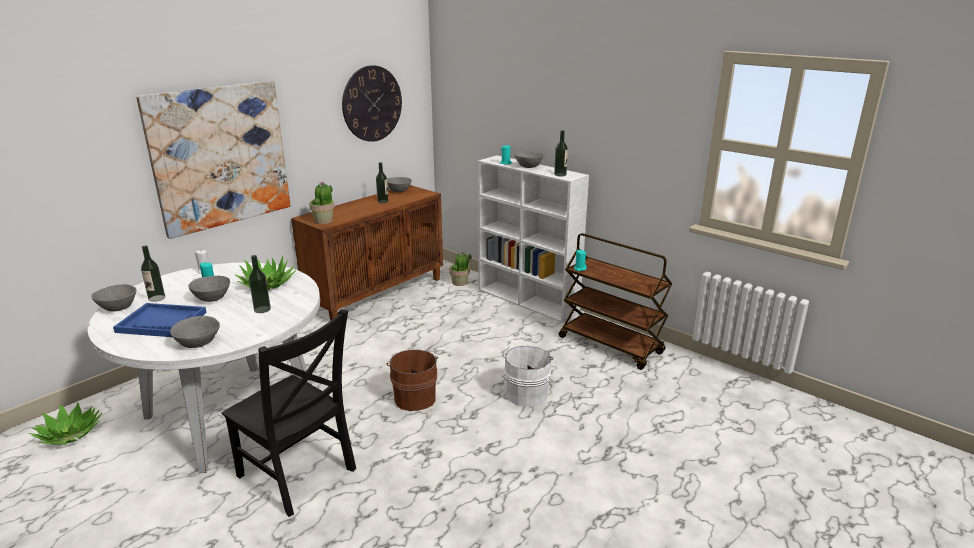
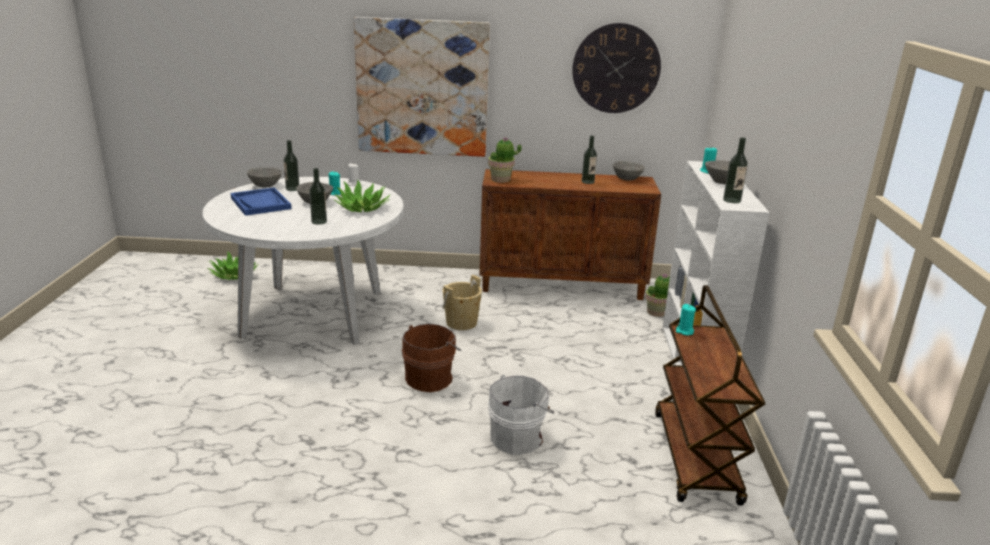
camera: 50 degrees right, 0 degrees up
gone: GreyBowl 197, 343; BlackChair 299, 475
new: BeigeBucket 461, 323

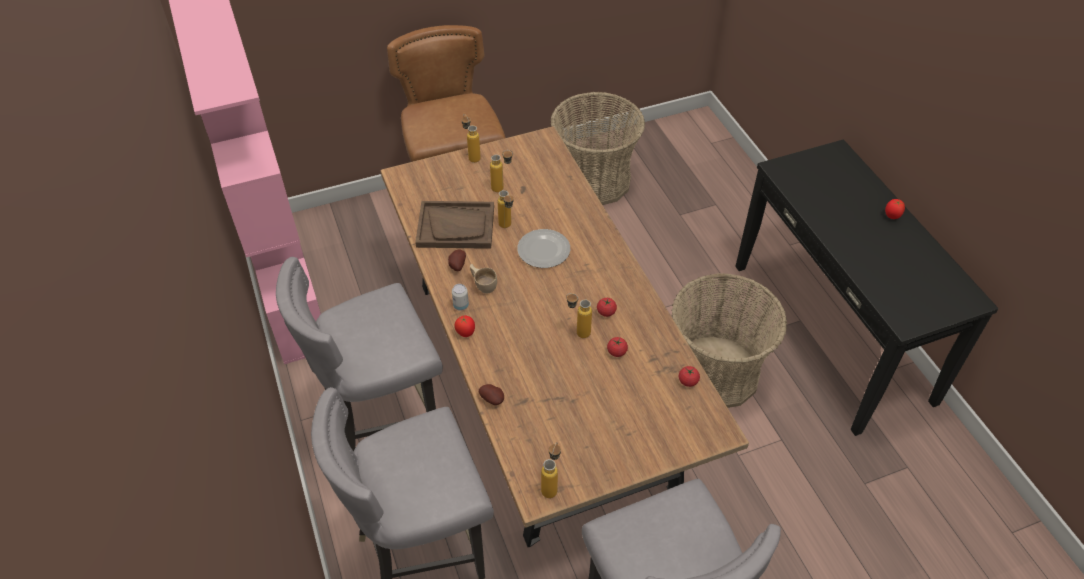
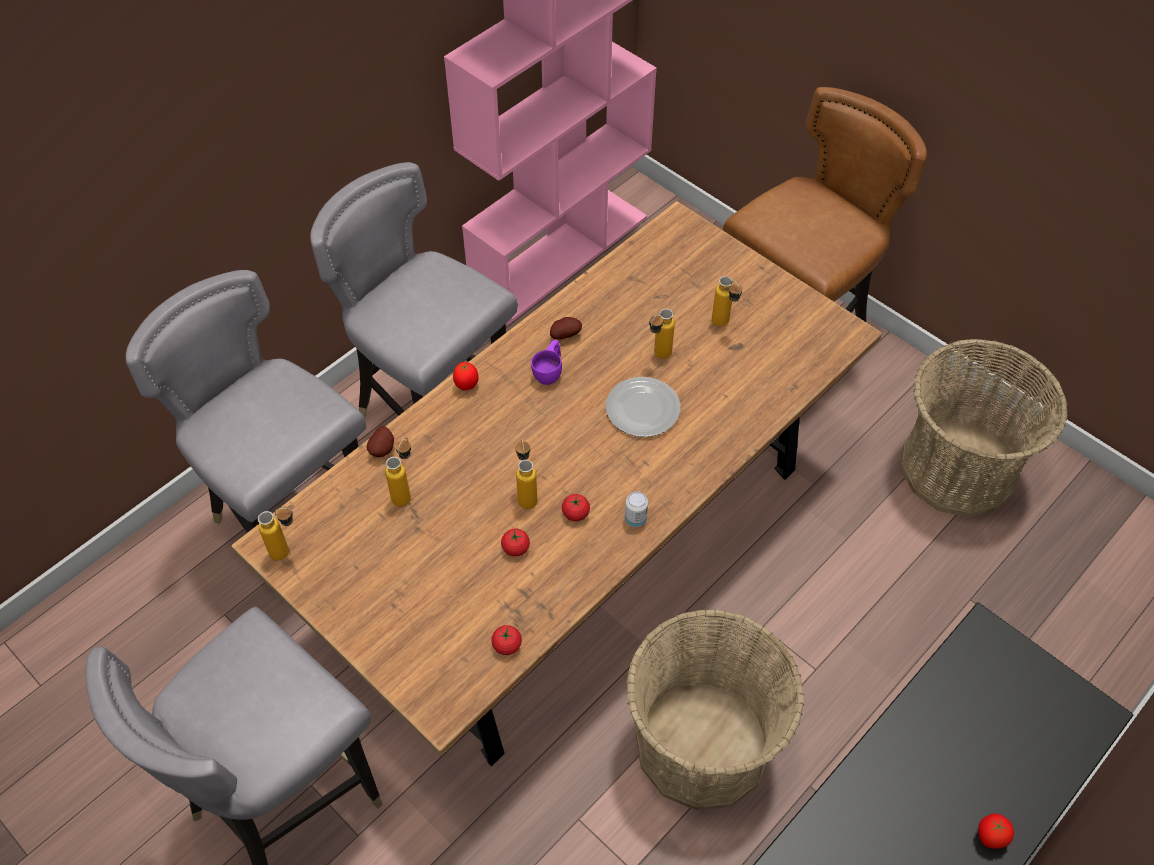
camera: 65 degrees right, 5 degrees up
gone: BrownTray 456, 226
shifted: Bottle 471, 156 to 405, 493; Can 461, 306 to 635, 519
repainted: BeigeCup 483, 284 to PurpleCup 550, 371

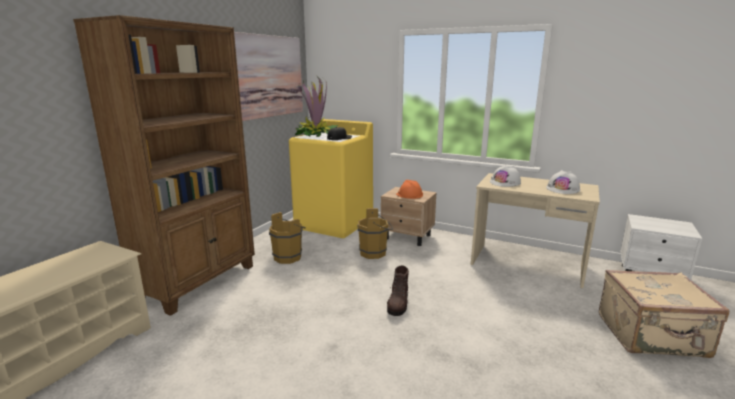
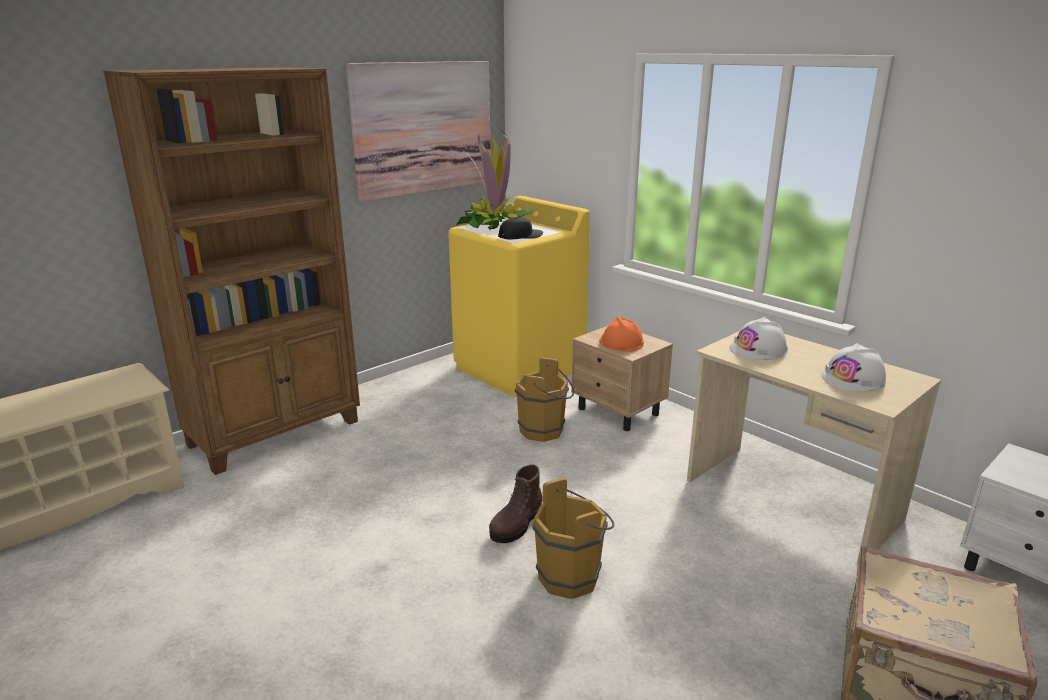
camera: 20 degrees right, 5 degrees up
shifted: BrownBucket 289, 257 to 573, 576

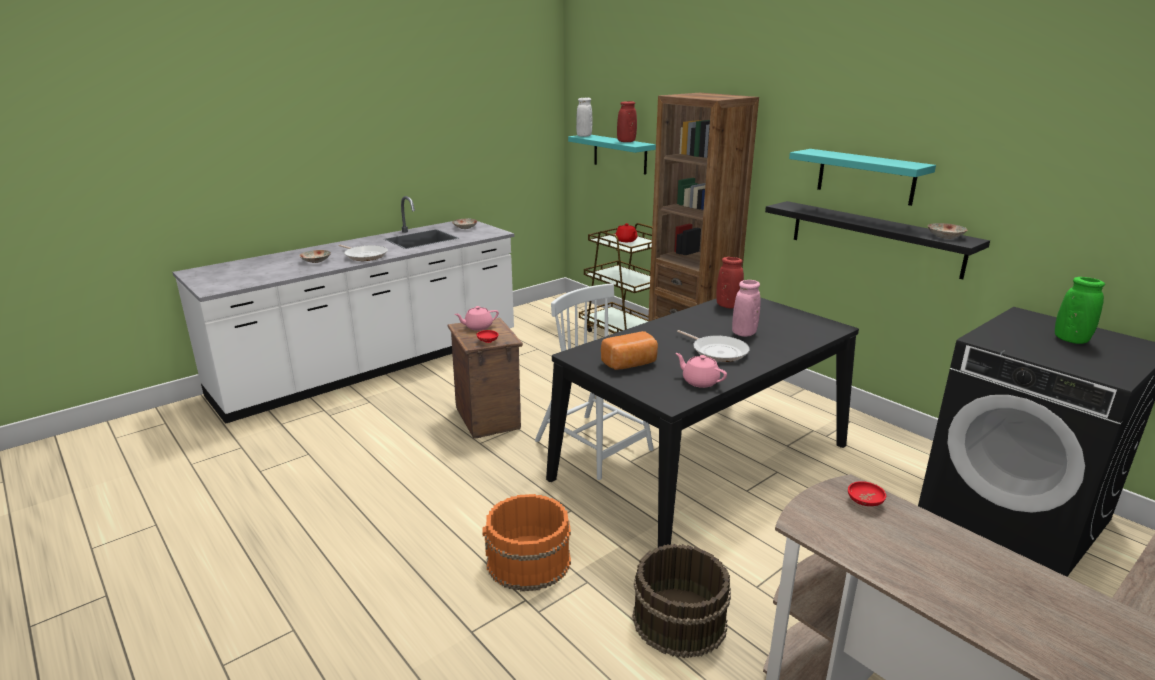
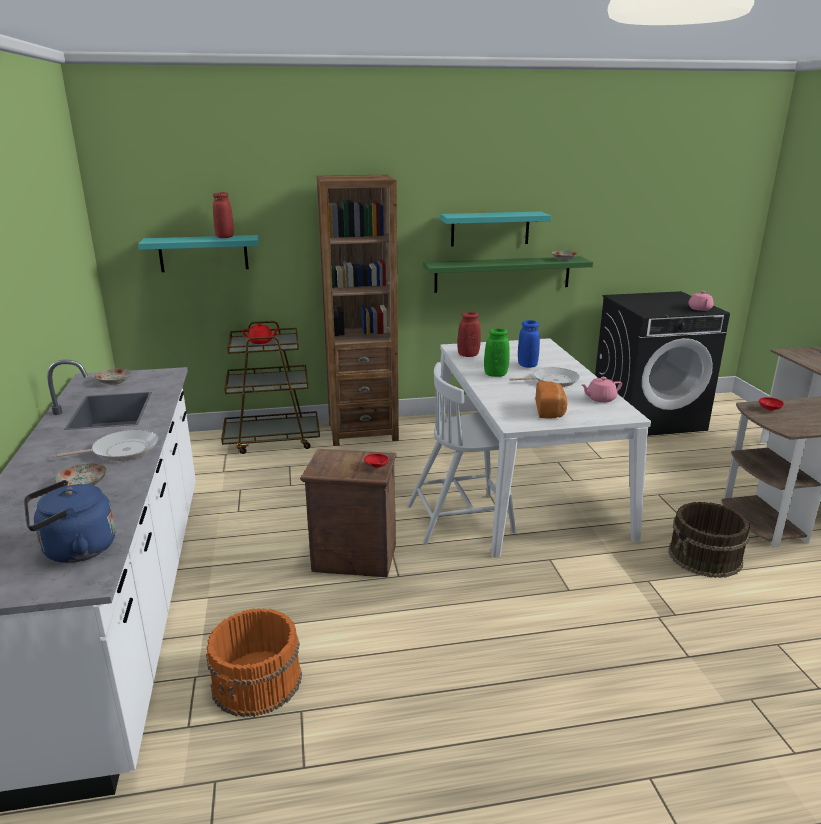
camera: 60 degrees left, 0 degrees up
gone: WhiteVase 584, 136
new: BlueKettle 75, 550
shifted: OrangeBucket 528, 562 to 257, 682; GreenVase 1071, 340 to 495, 375; PinkTeapot 478, 327 to 700, 309
repainted: BlackShelf 874, 238 to GreenShelf 502, 274; BlackDiningTable 702, 461 to WhiteDiningTable 523, 482; PinkVase 744, 333 to BlueVase 527, 365

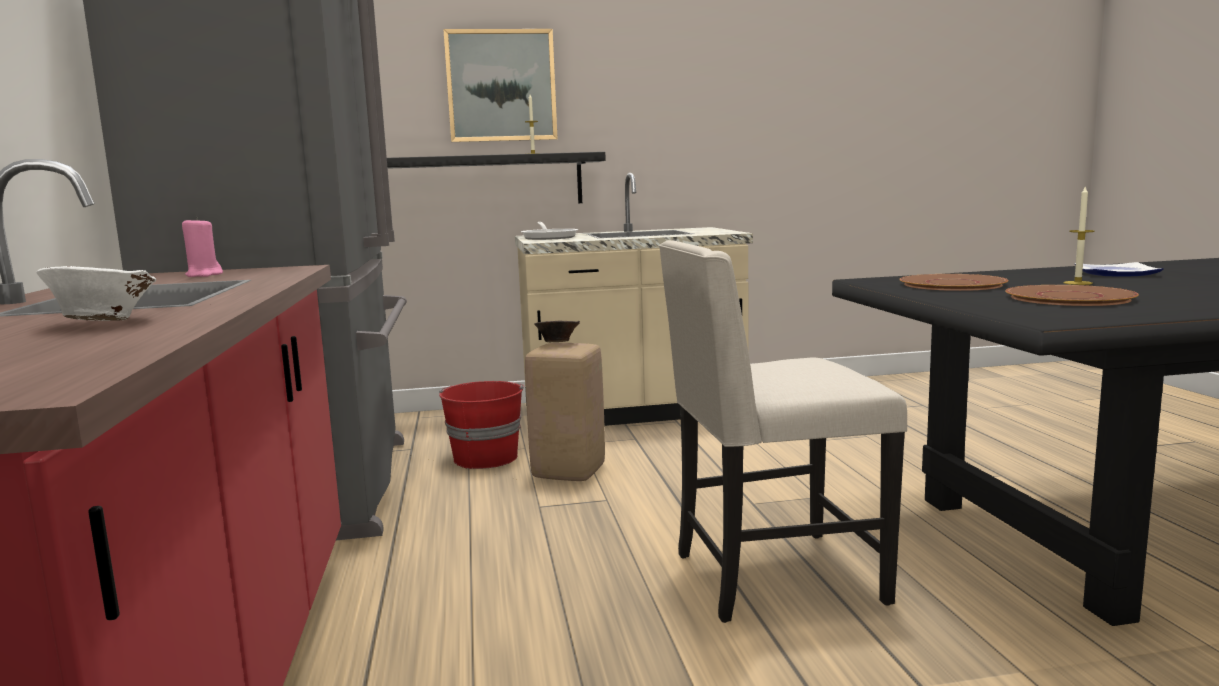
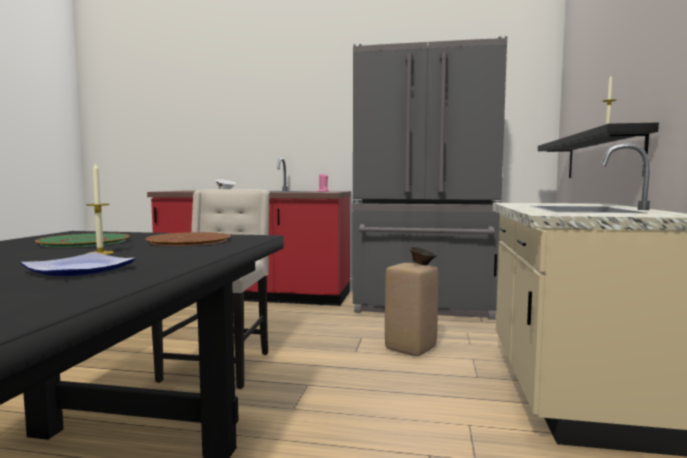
camera: 110 degrees right, 5 degrees down
gone: RedBucket 485, 457; Picture 501, 86; FryingPan 549, 237
repainted: BrownPlate 1070, 298 to GreenPlate 83, 242

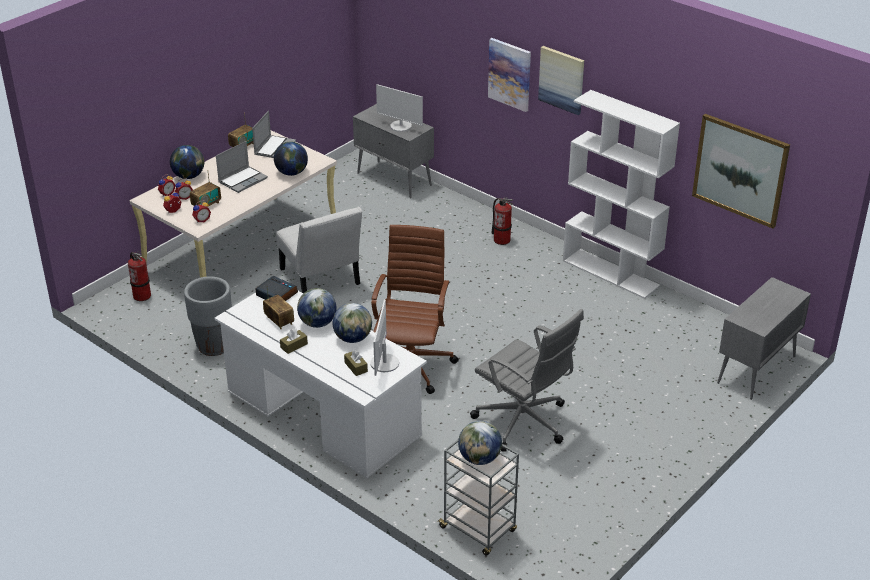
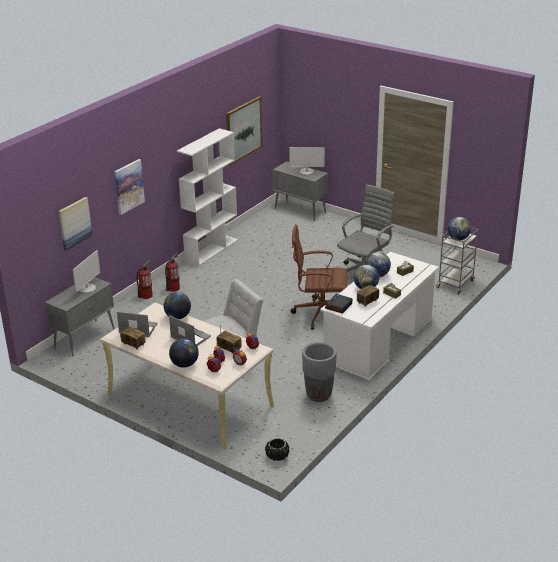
camera: 95 degrees left, 5 degrees down
new: BlackPlanter 277, 456
shifted: Picture 562, 79 to 74, 223; FireExtinguisher 142, 295 to 146, 296; Monitor 384, 363 to 306, 172

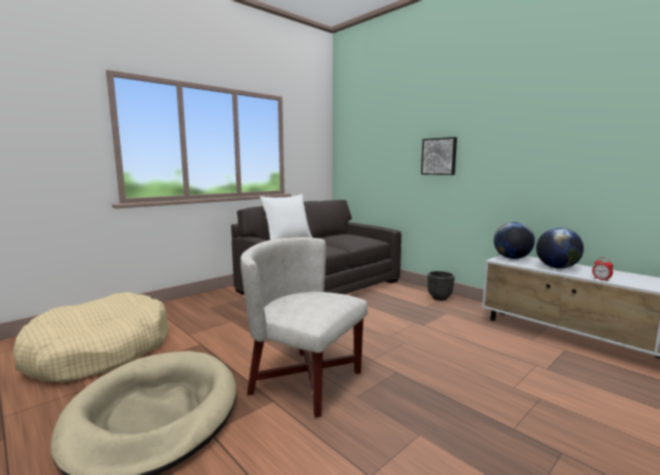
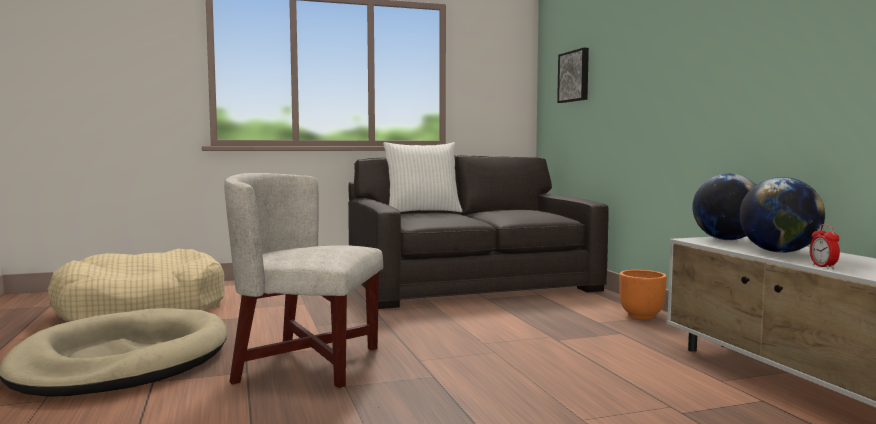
camera: 25 degrees right, 5 degrees down
shifted: Picture 439, 156 to 575, 76
repainted: BlackPlanter 439, 298 to OrangePlanter 642, 316
rotated: WhiteArmchair 306, 381 = 307, 364 45 degrees counterclockwise

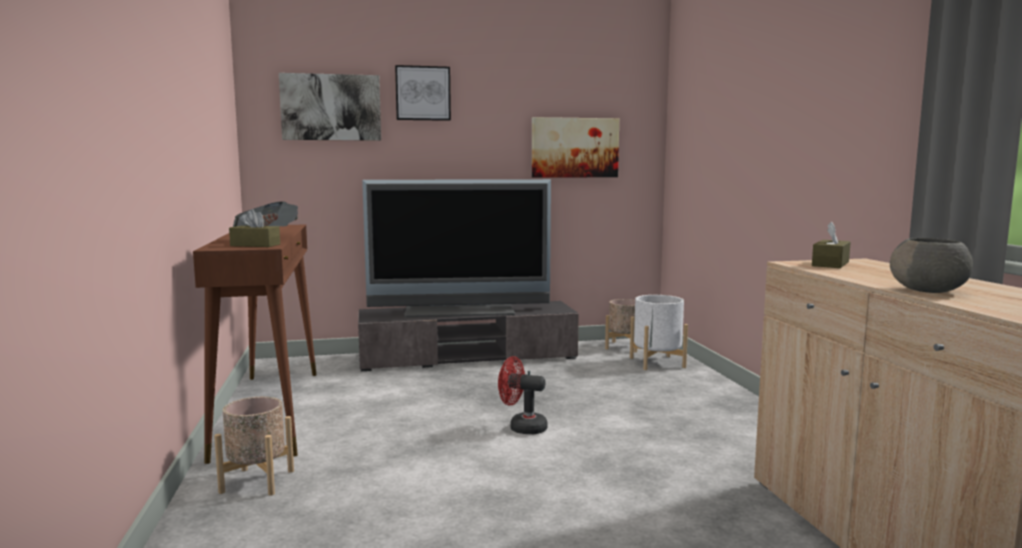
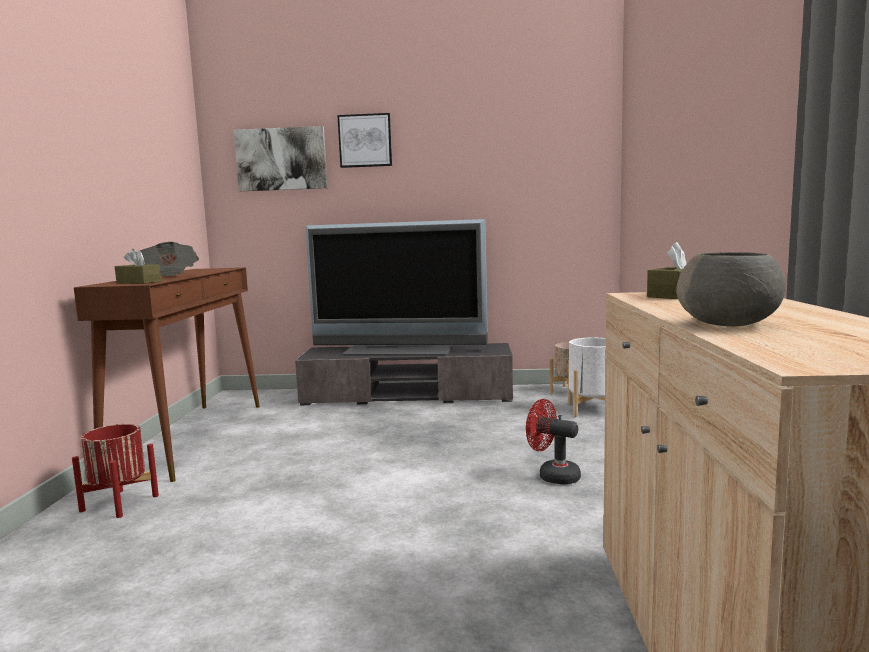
camera: 15 degrees right, 0 degrees up
gone: Picture 574, 147
shifted: RedFan 522, 427 to 552, 475
repainted: BeigePlanter 257, 481 to RedPlanter 119, 503

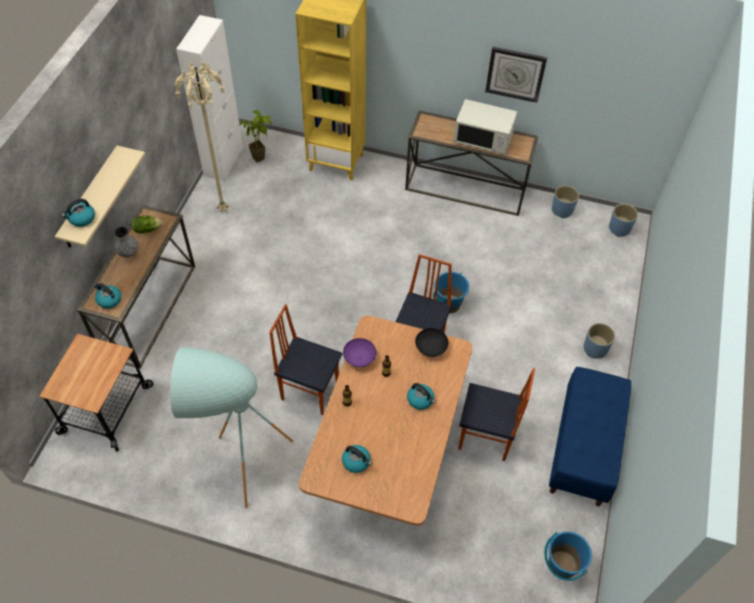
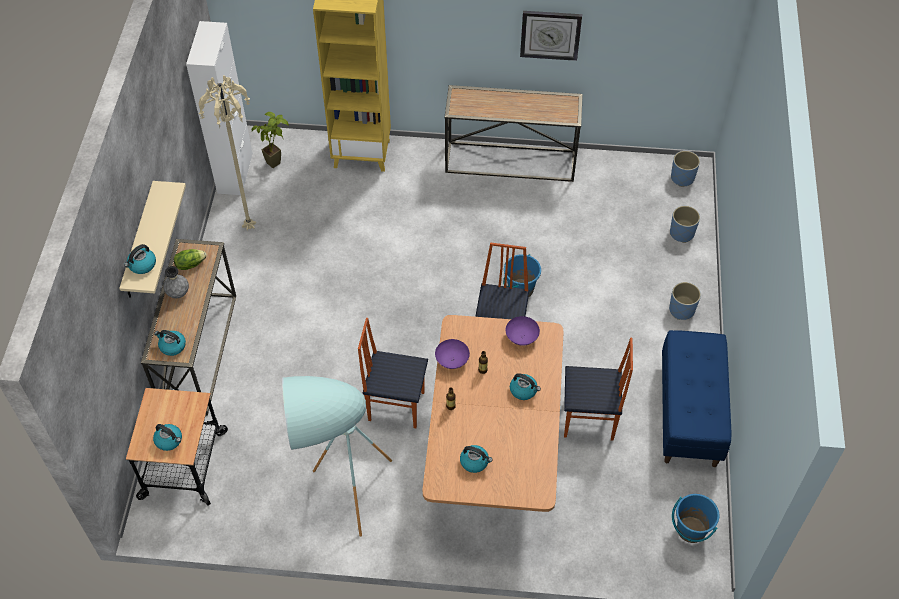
camera: 10 degrees left, 0 degrees up
gone: WhiteMicrowave 483, 139
new: Kettle 169, 440
shifted: BluePlanter 562, 210 to 682, 233
repainted: BlackBowl 431, 348 to PurpleBowl 522, 337

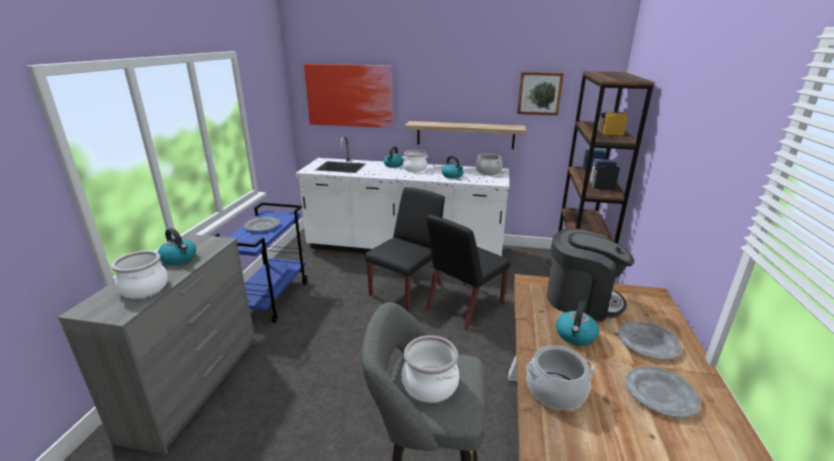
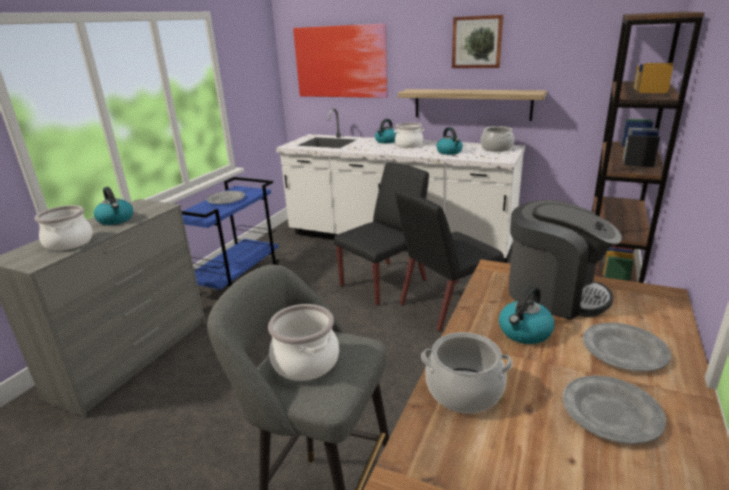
camera: 15 degrees right, 0 degrees up
shifted: Picture 539, 93 to 477, 42

